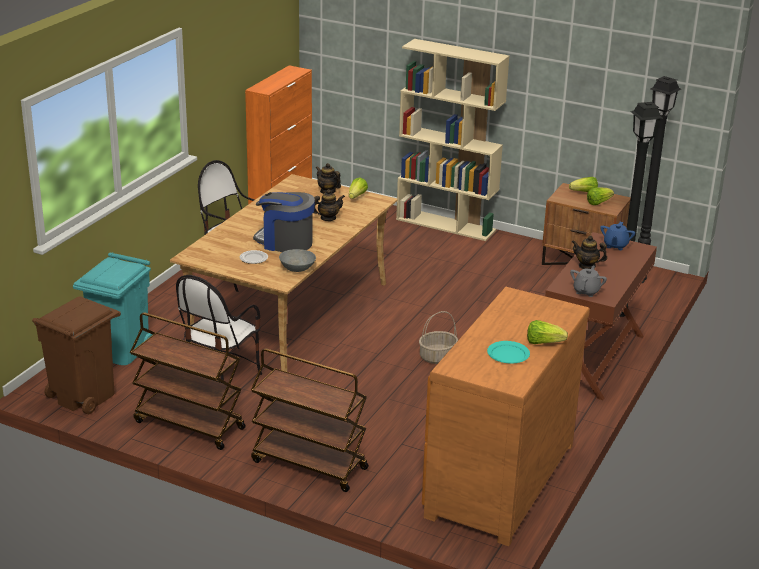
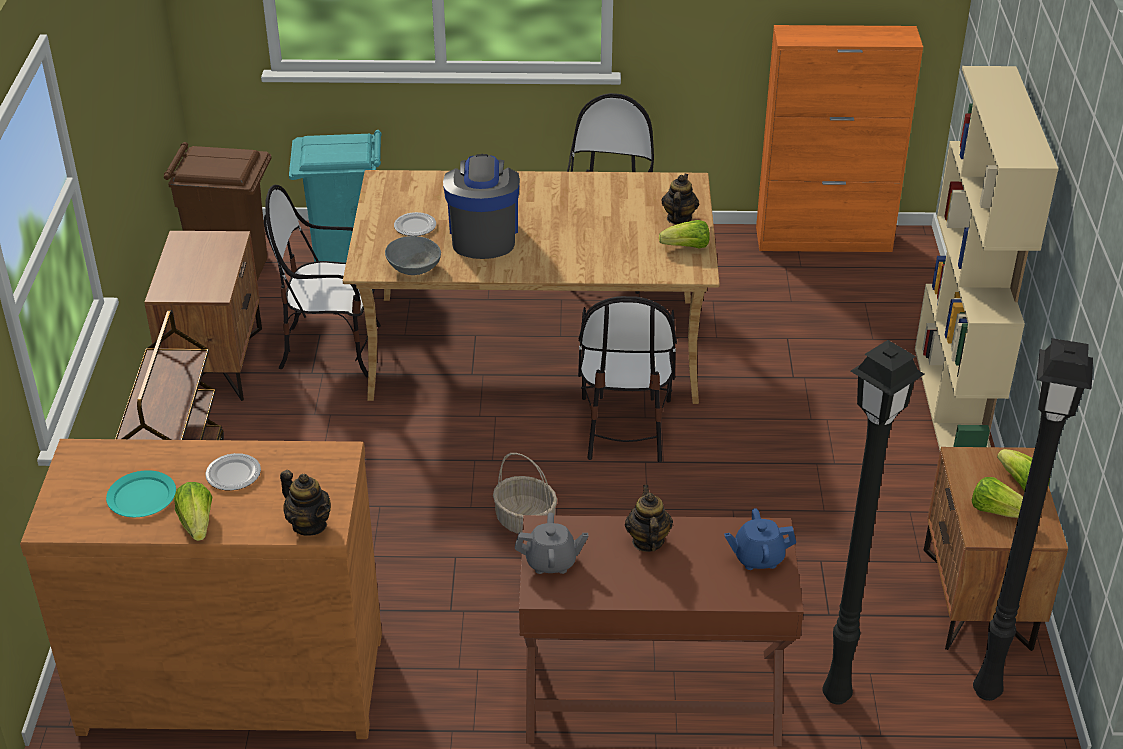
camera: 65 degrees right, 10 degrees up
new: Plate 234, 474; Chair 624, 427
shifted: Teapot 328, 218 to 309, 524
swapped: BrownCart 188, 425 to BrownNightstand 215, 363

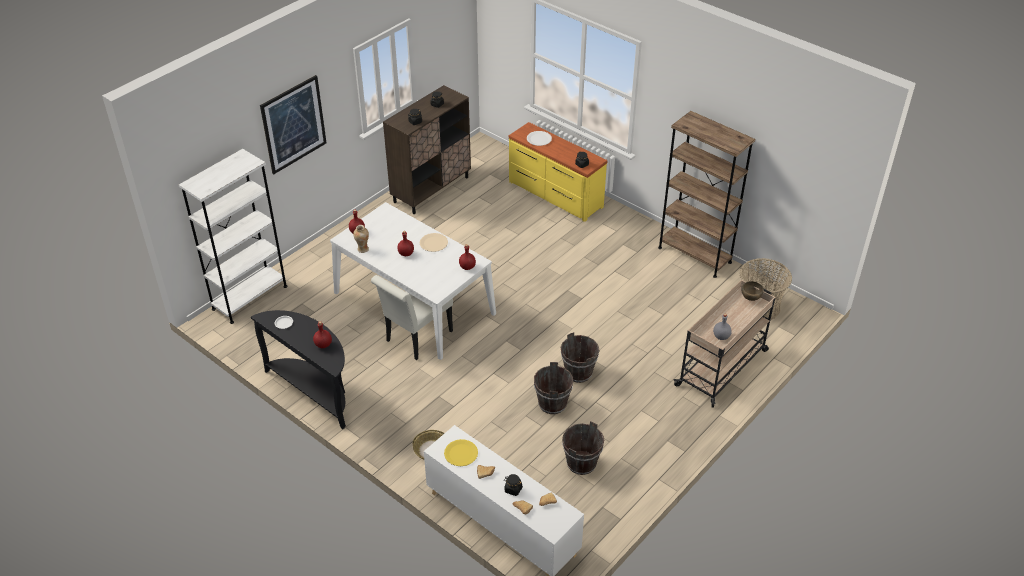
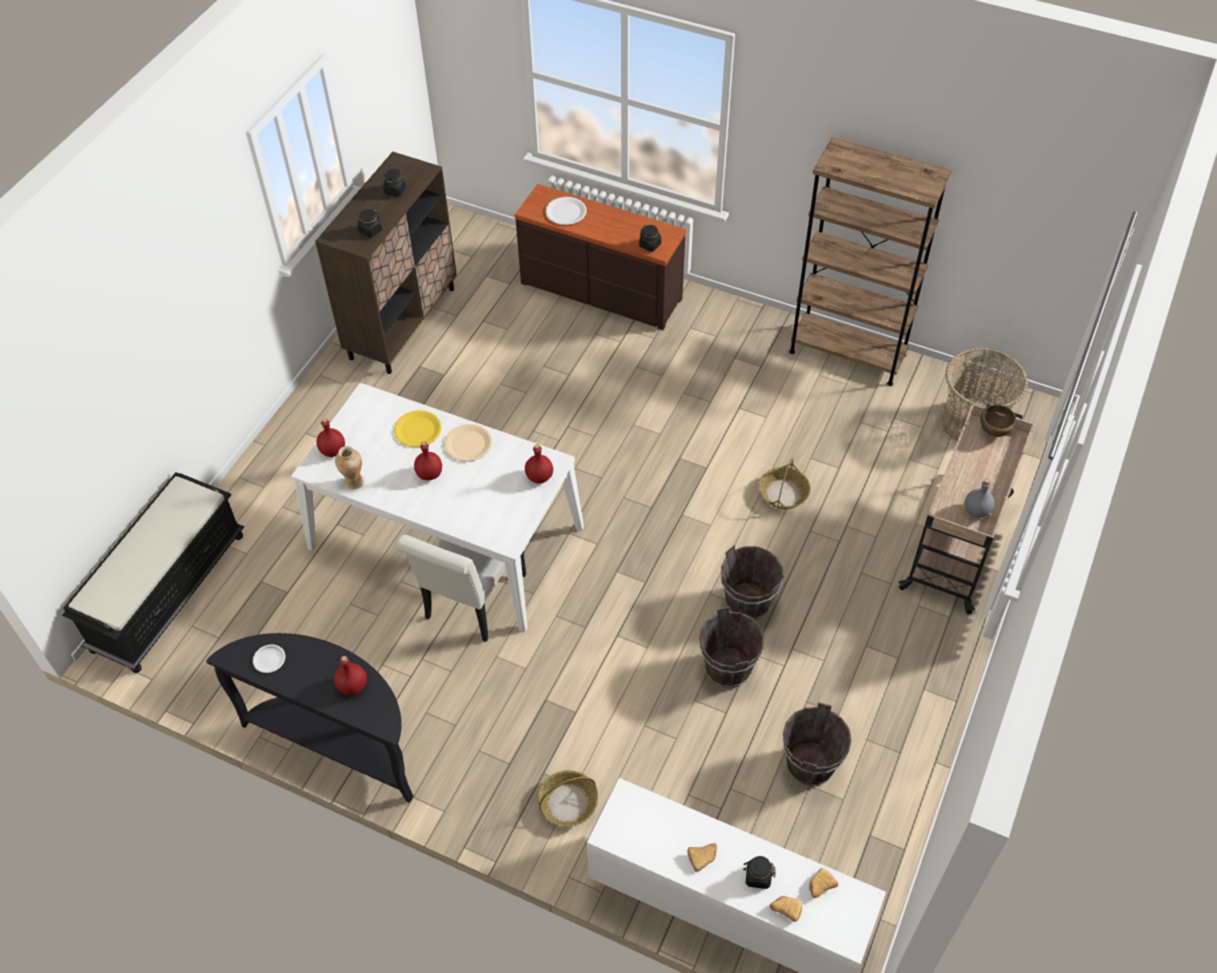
camera: 15 degrees left, 10 degrees up
gone: Picture 293, 124
new: Basket 783, 493
shifted: YellowPlate 461, 453 to 418, 430
swapped: WhiteBookcase 250, 297 to BlackBench 168, 590
repainted: YellowDresser 554, 195 to BrownDresser 600, 292

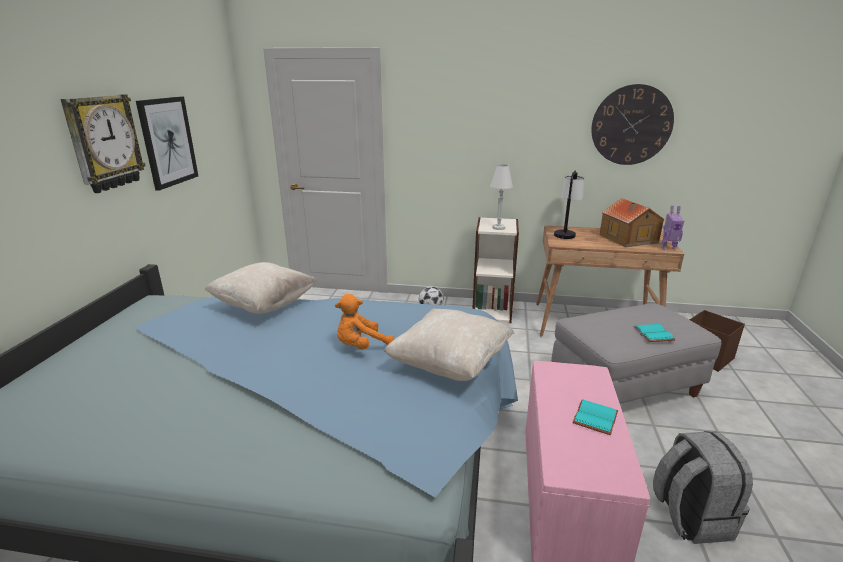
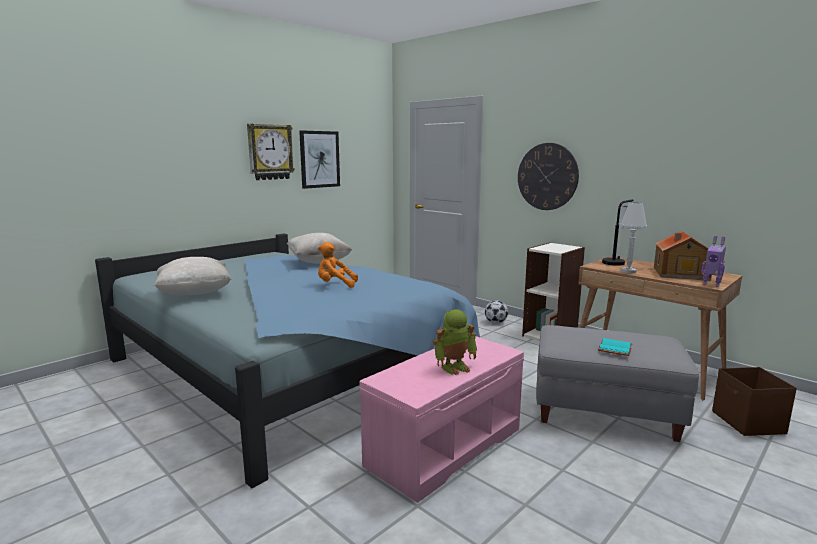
camera: 35 degrees right, 10 degrees down
gone: GreyBackpack 690, 516
shifted: BeigePillow 450, 365 to 195, 294; WallClock 631, 125 to 547, 176; WhiteTableLamp 498, 228 to 628, 271
swapped: TurquoiseBook 594, 417 to ToyRobot 454, 367

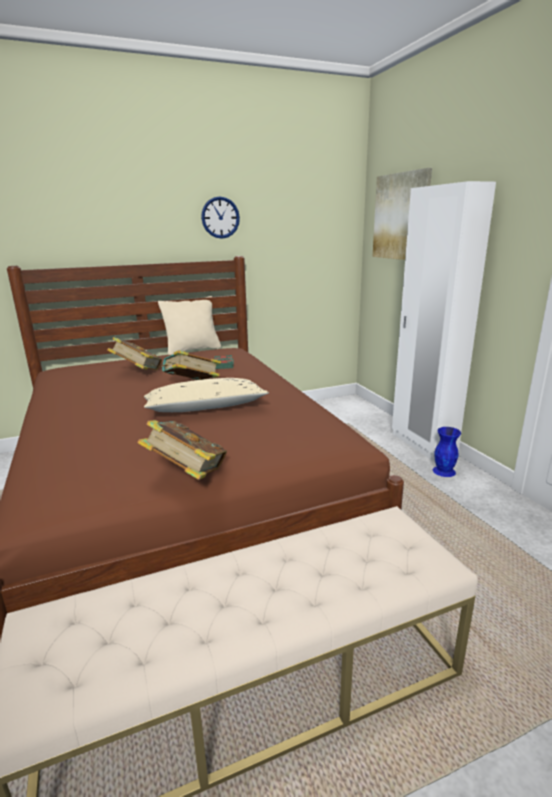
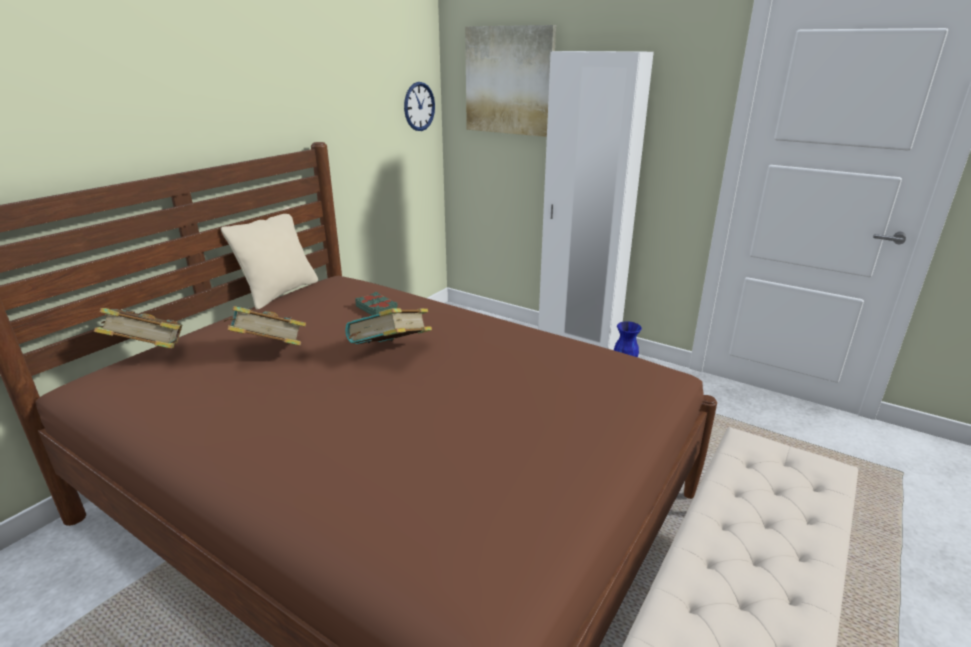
camera: 35 degrees left, 5 degrees up
gone: BeigePillow 205, 408
shifted: Book 187, 474 to 148, 354; WallClock 220, 217 to 419, 106

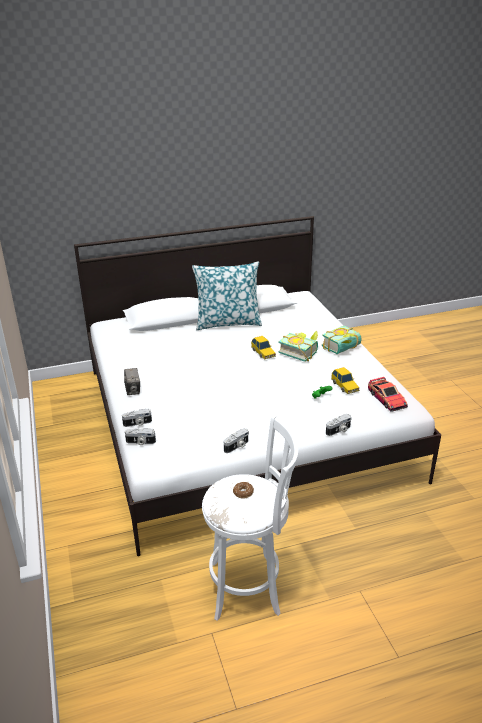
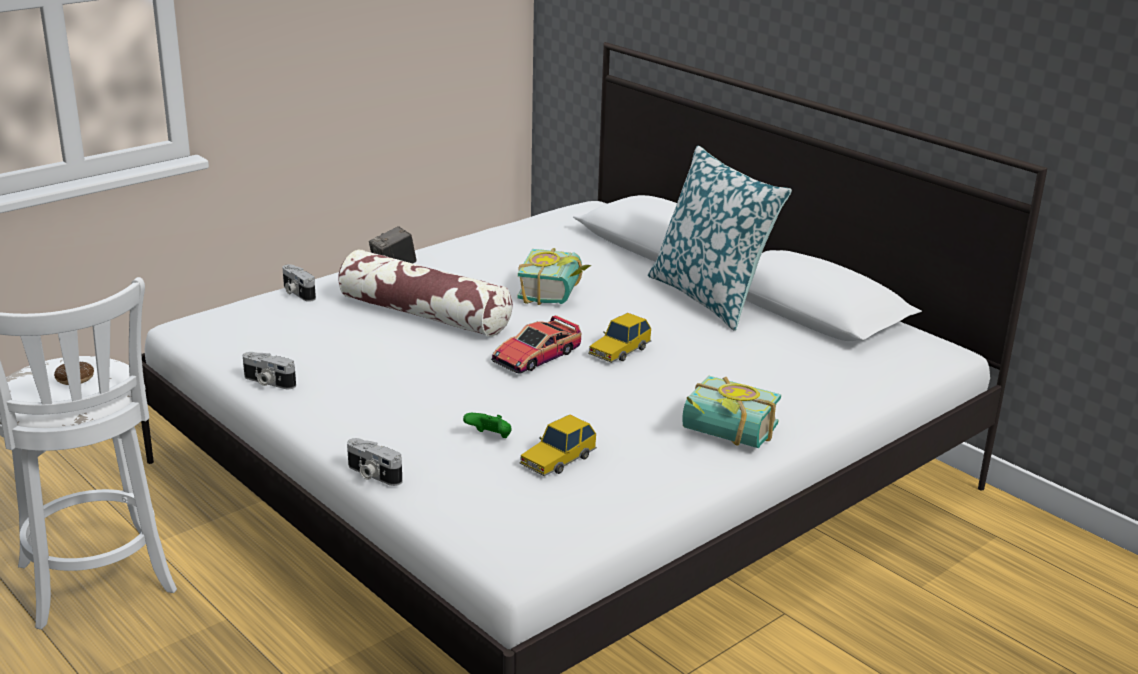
camera: 65 degrees right, 5 degrees down
gone: PhotoCamera 140, 442
new: Pillow 424, 314
shifted: ToyCar 387, 399 to 536, 356; Book 300, 352 to 557, 293

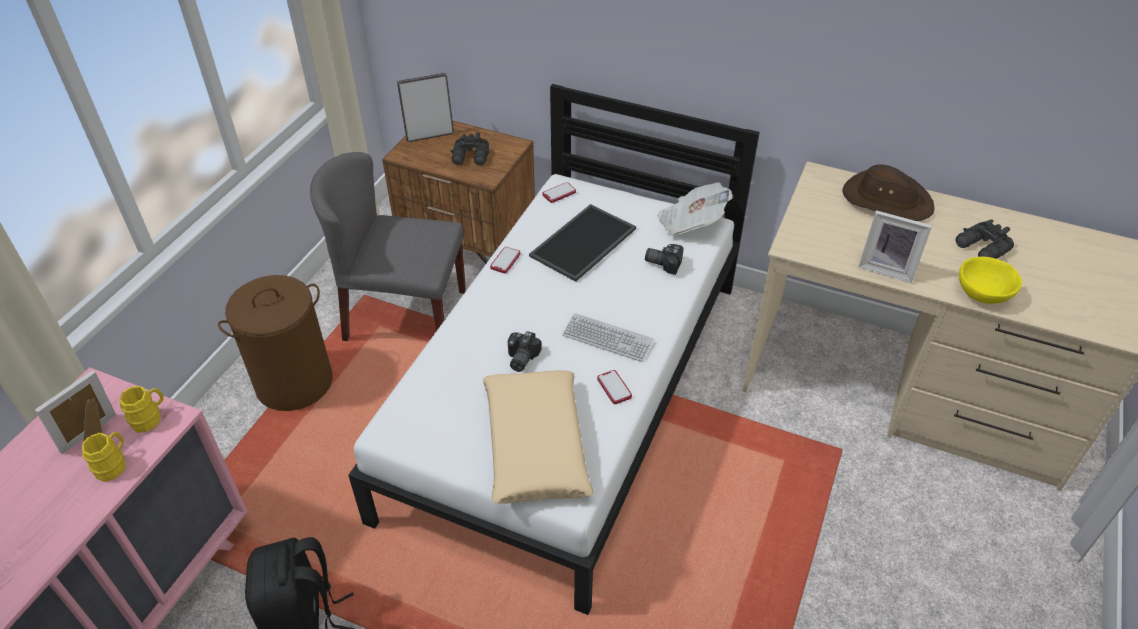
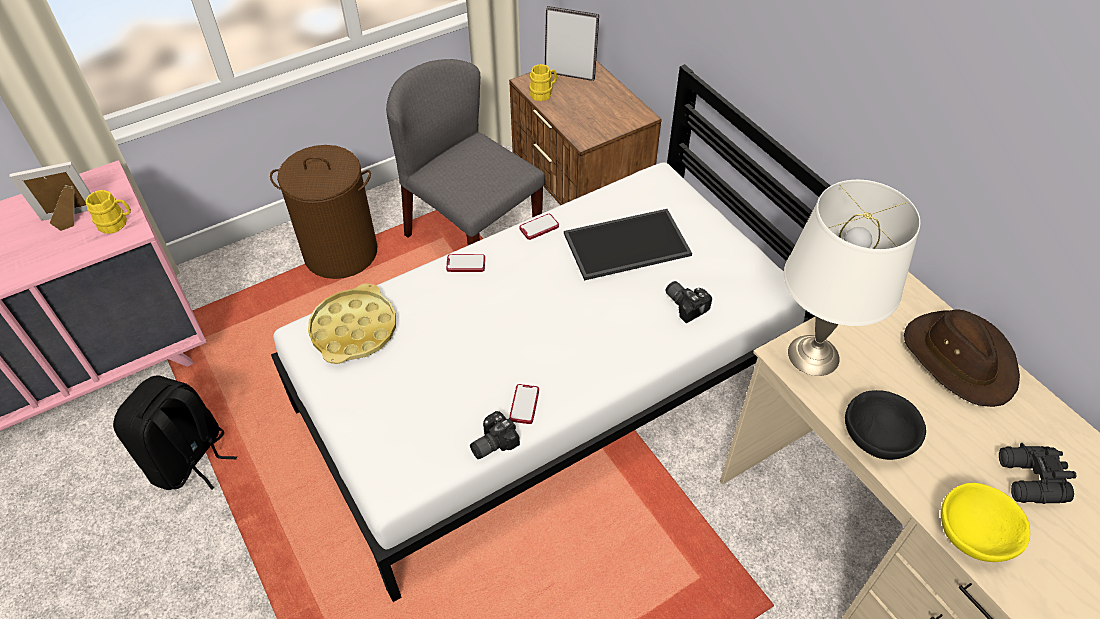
camera: 35 degrees right, 5 degrees up
gone: BlackBinoculars 471, 157; BeigePillow 535, 445; Keyboard 607, 338; Newspaper 691, 223
new: YellowTray 354, 330; WhiteTableLamp 812, 355
shifted: Phone 559, 193 to 466, 264; PhotoCamera 520, 358 to 491, 442; YellowMug 114, 464 to 543, 93
swapped: PictureFrame 886, 268 to BlackBowl 877, 438

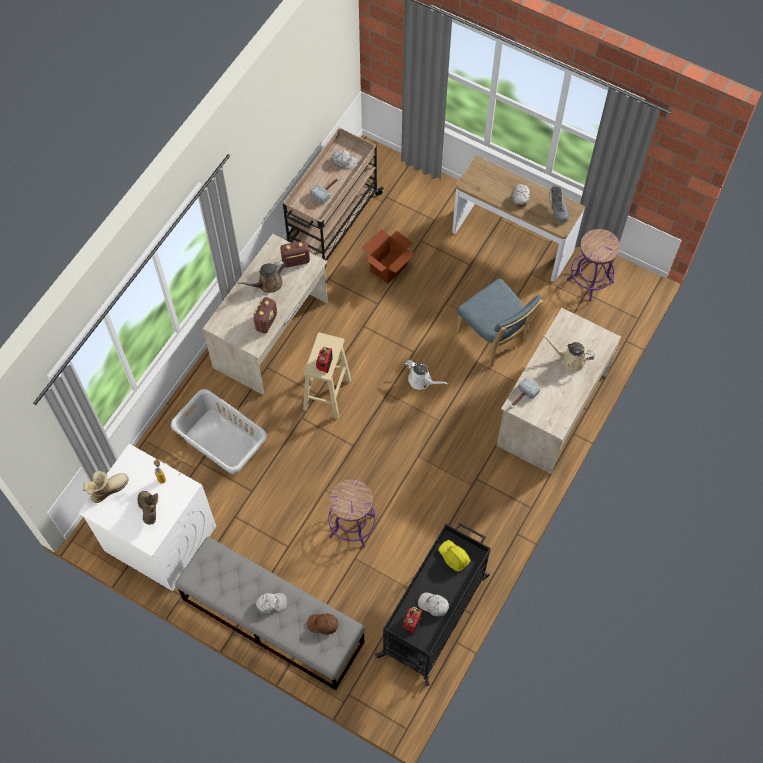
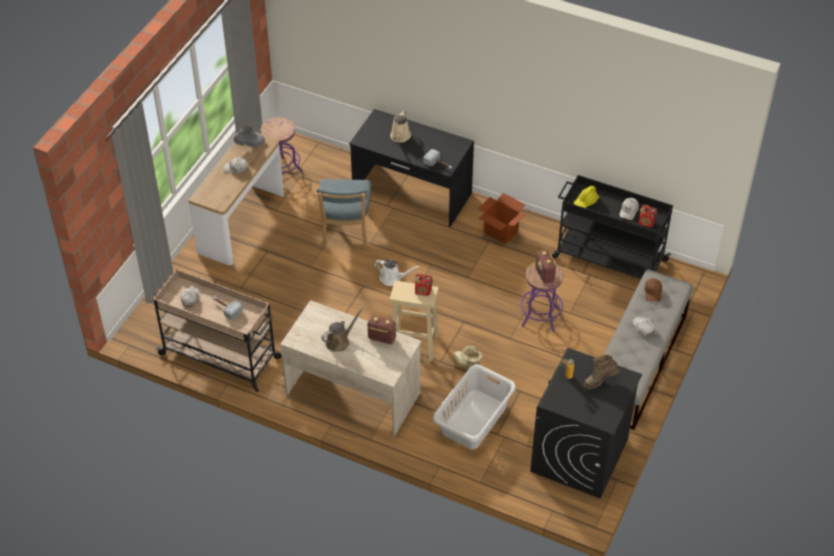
camera: 95 degrees left, 15 degrees down
shifted: Boot 108, 489 to 467, 366; CardboardBox 388, 267 to 500, 231; Radio 295, 261 to 545, 275
repainted: BeigeDesk 551, 409 to BlackDesk 411, 194; WhiteWashingMachine 159, 538 to BlackWashingMachine 579, 456
rotated: BlueChair 494, 339 = 345, 232 135 degrees clockwise; BrownWateringCan 268, 284 = 339, 341 90 degrees counterclockwise; WhiteWateringCan 422, 380 = 392, 278 75 degrees clockwise

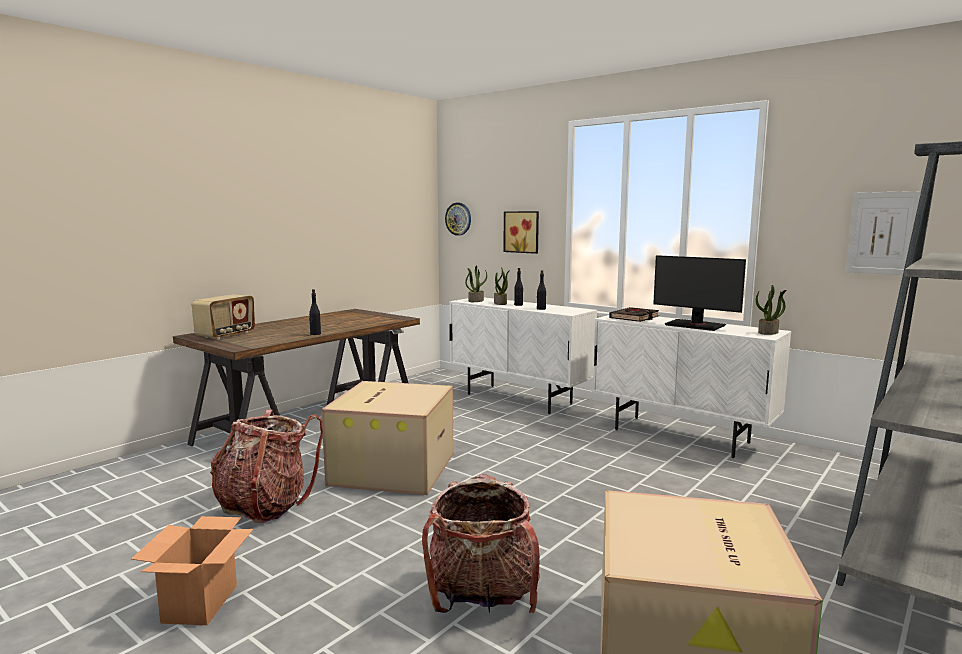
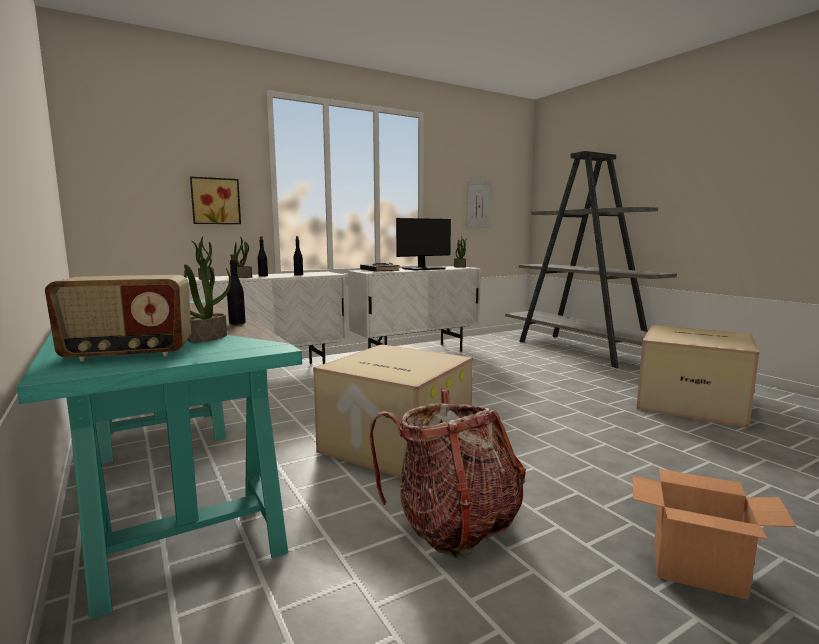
camera: 70 degrees left, 0 degrees up
gone: Backpack 483, 599; WallClock 458, 219
new: PottedPlant 207, 337
repainted: BrownDesk 310, 423 to TurquoiseDesk 171, 481
rotated: Radio 226, 335 = 128, 354 120 degrees clockwise

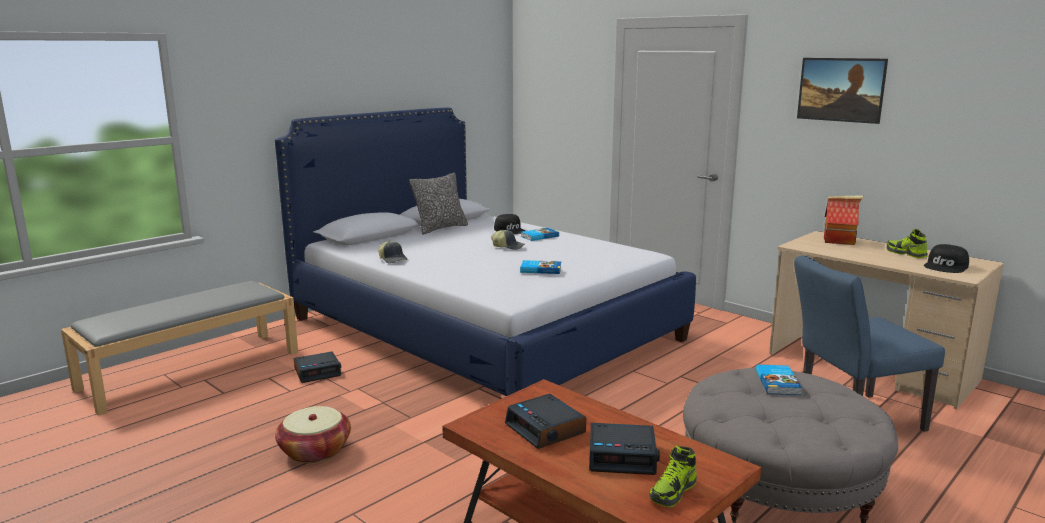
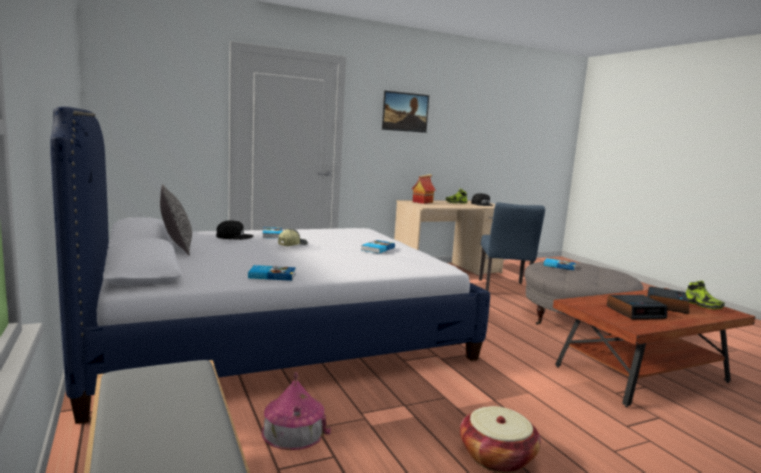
camera: 70 degrees left, 5 degrees down
swapped: Cap 393, 259 to Book 272, 275; AlarmClock 318, 372 to ToyHouse 293, 430

